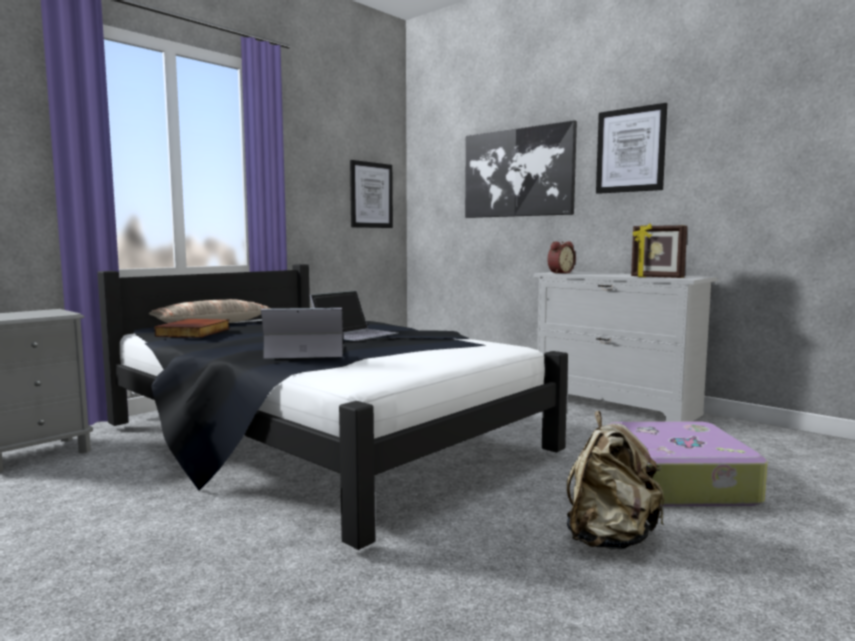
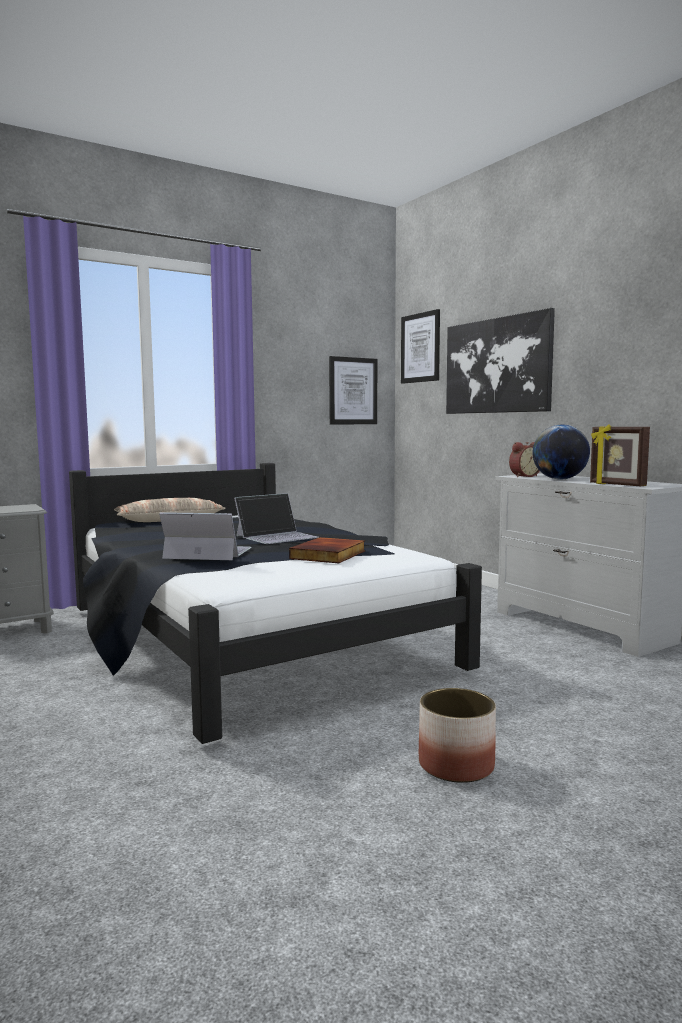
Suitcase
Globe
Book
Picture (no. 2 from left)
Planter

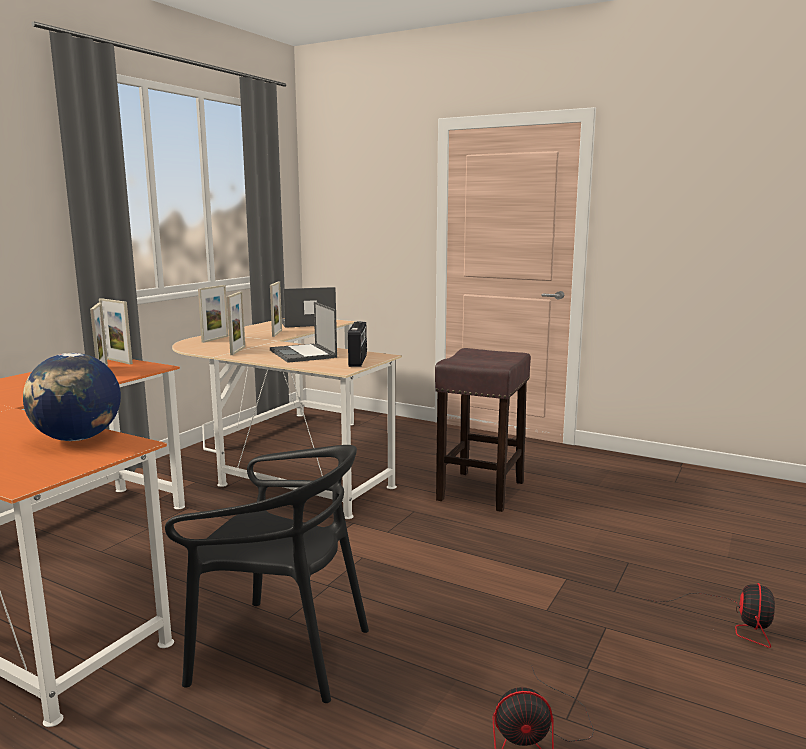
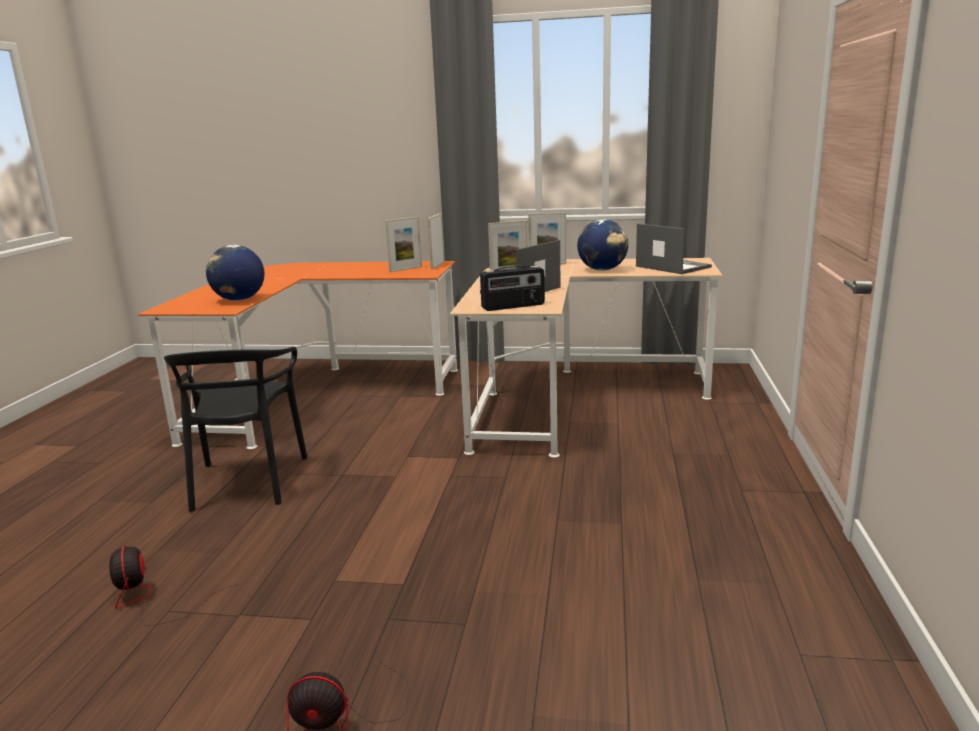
BrownStool
Globe (no. 2 from left)

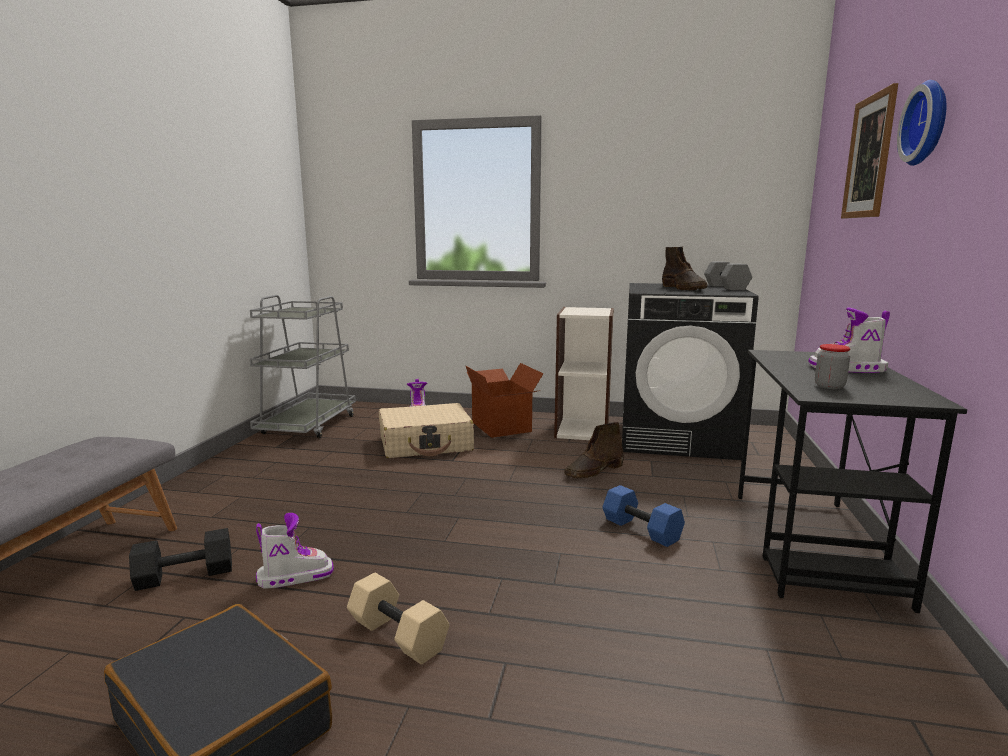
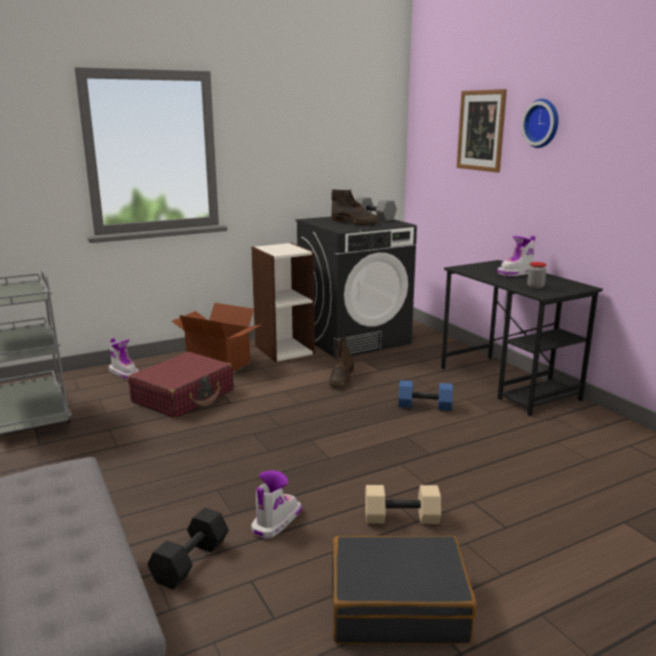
RedSuitcase

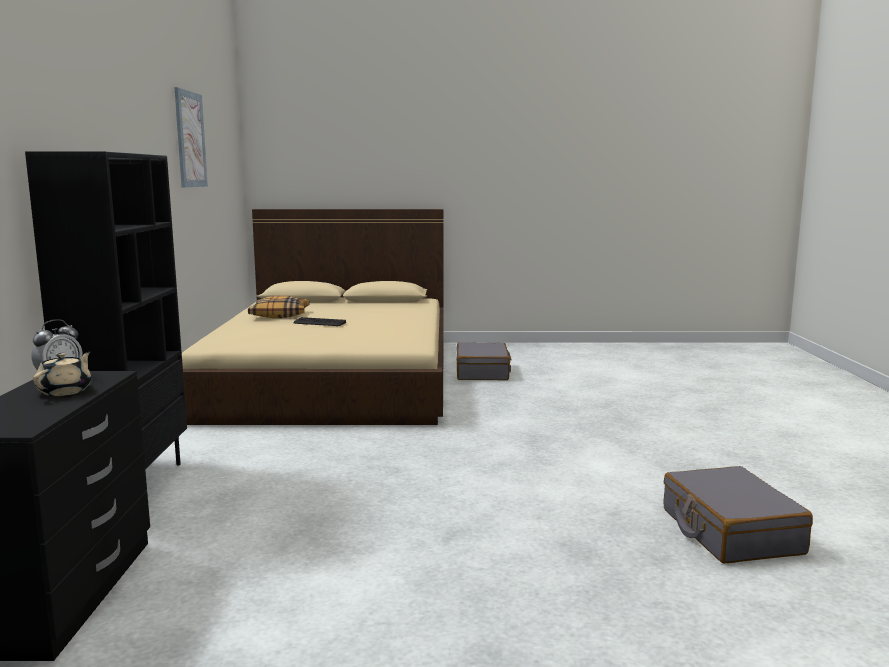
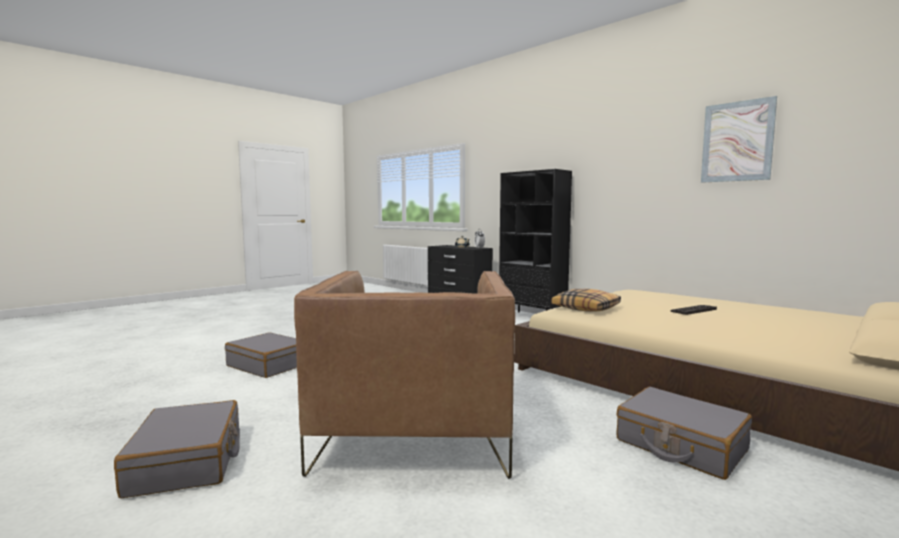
GreySuitcase (no. 1 from left)
BrownArmchair
Pillow

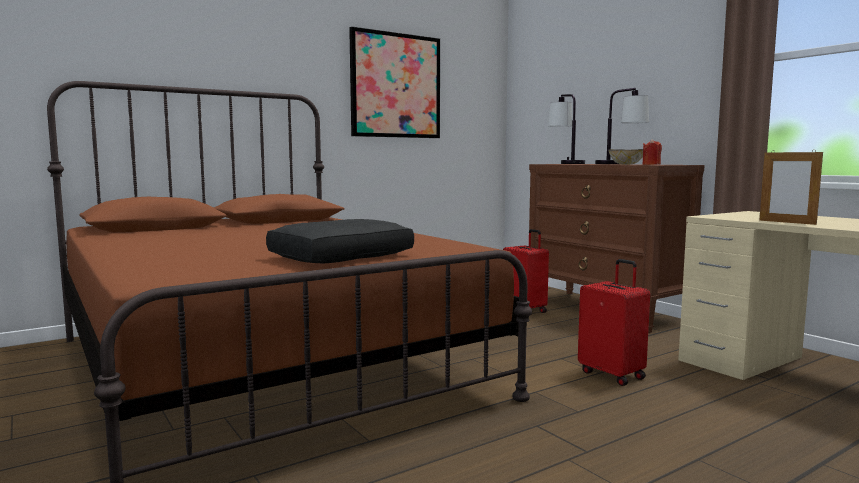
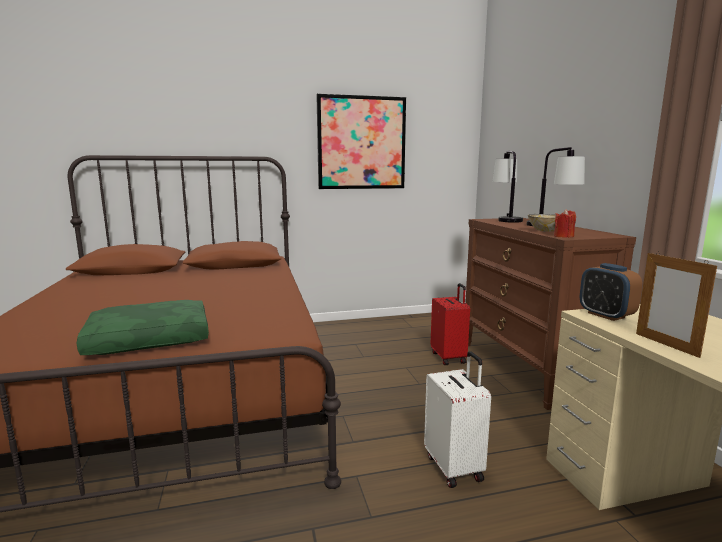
AlarmClock
GreenPillow
WhiteSuitcase

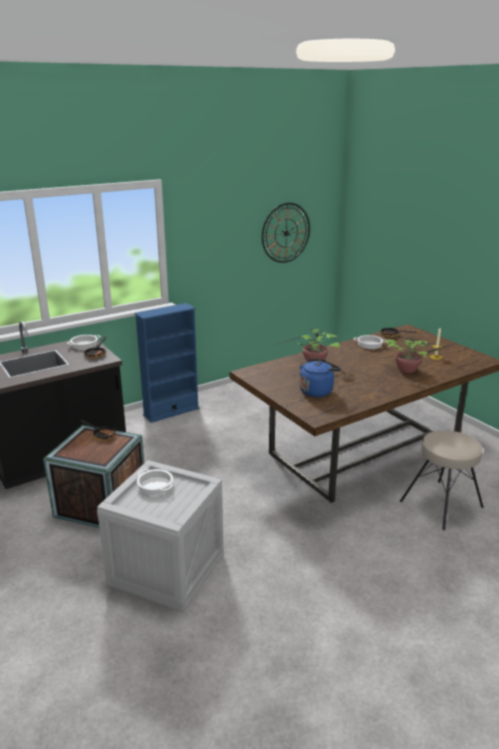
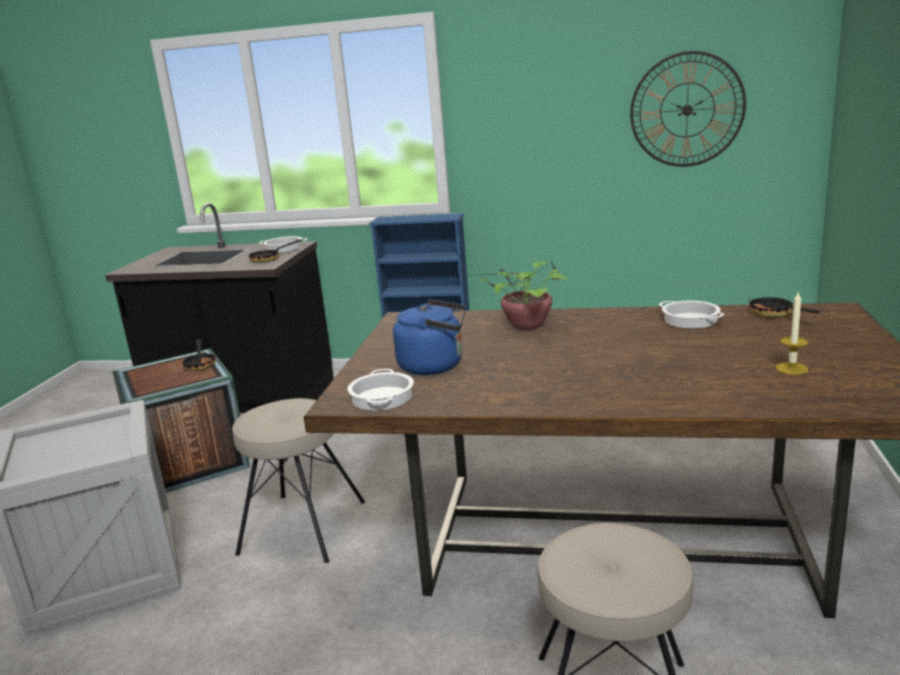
PottedPlant (no. 2 from left in the first image)
BeigeStool (no. 1 from left)
CookingPot (no. 2 from left)

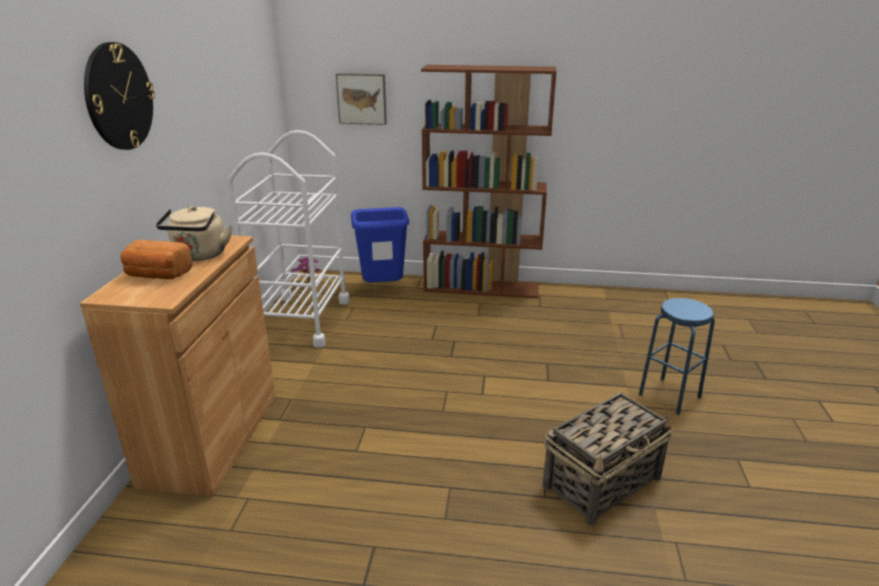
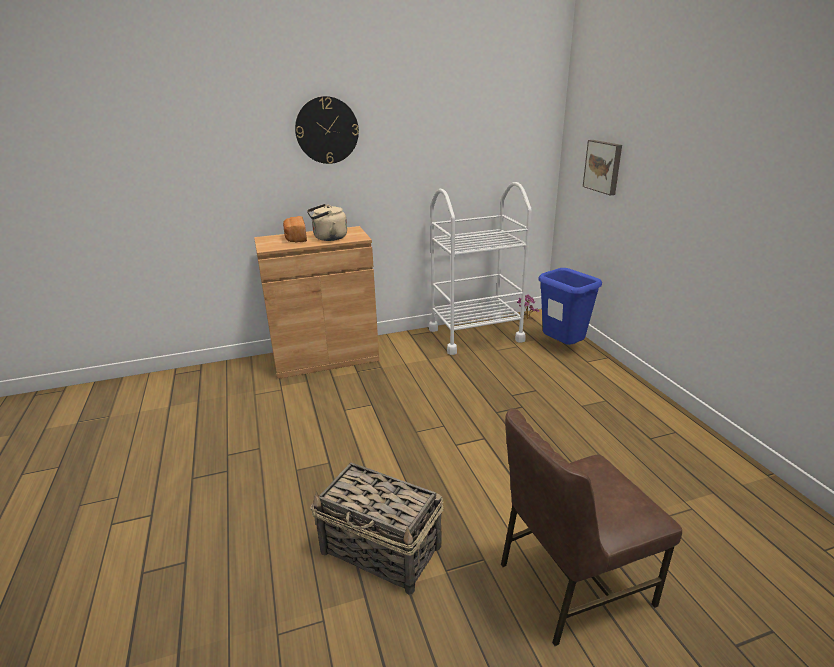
BrownBookcase
BrownChair

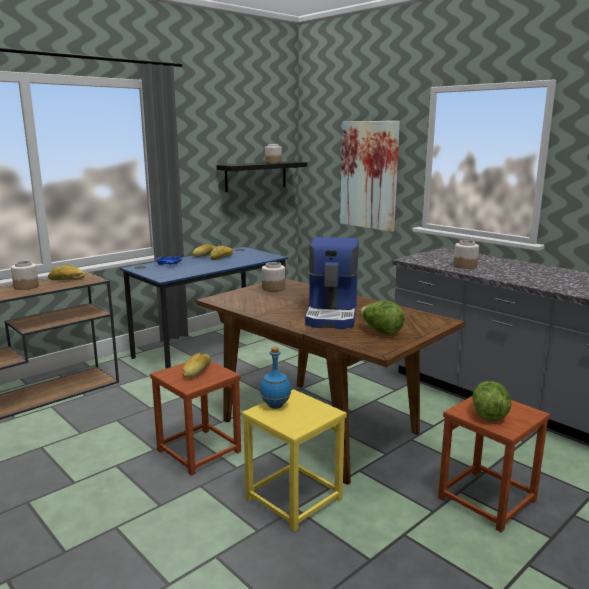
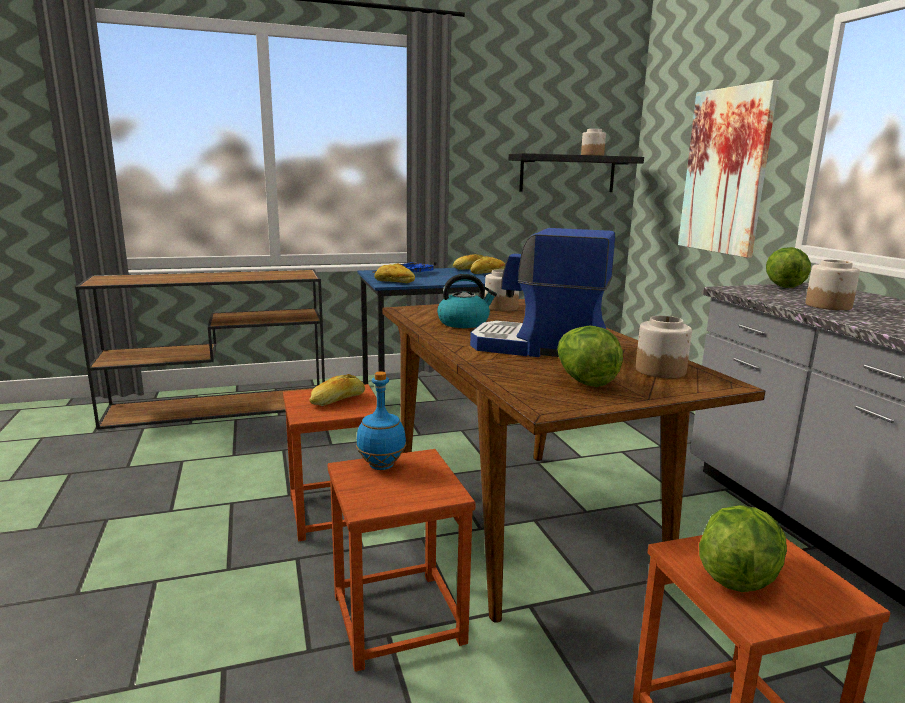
Kettle
Lettuce (no. 3 from left)
Jar (no. 3 from left)
Bread (no. 2 from left)
BrownStool (no. 2 from left)
CoffeeMachine

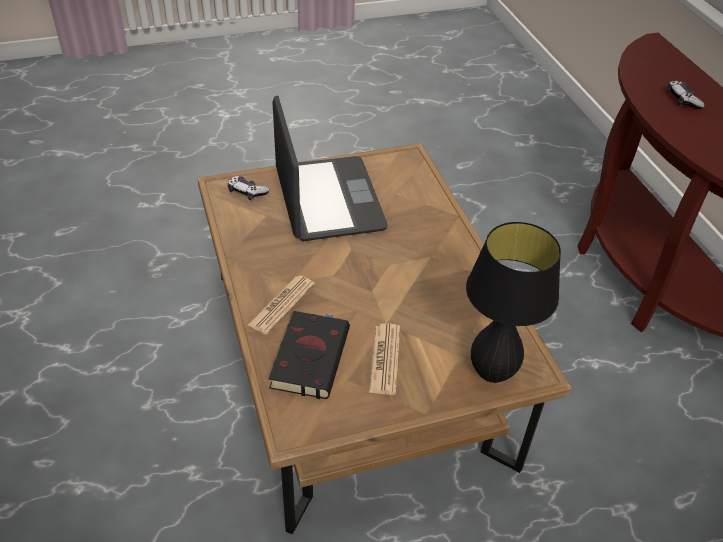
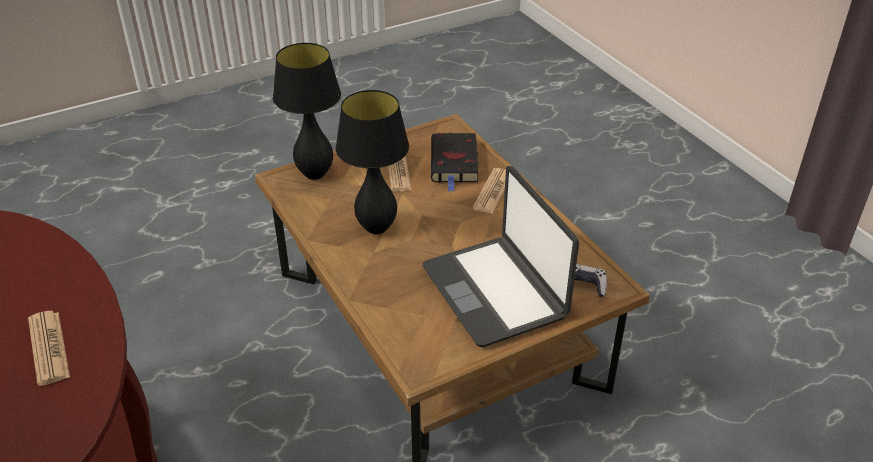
BlackTableLamp (no. 2 from left)
Newspaper (no. 1 from left)

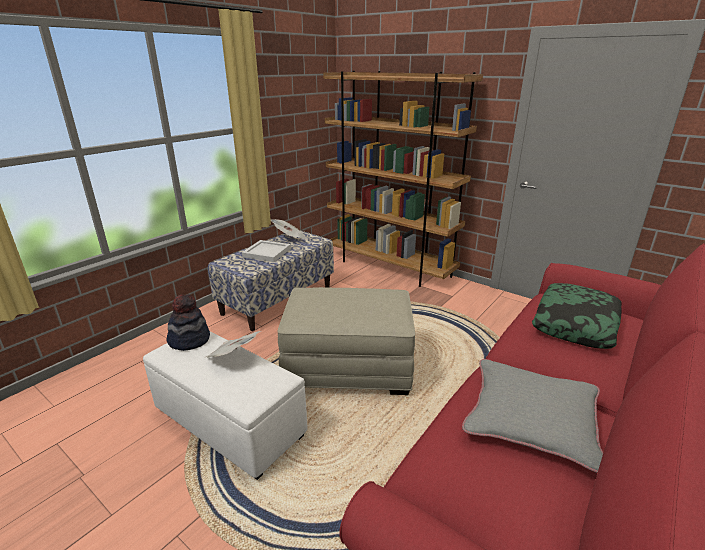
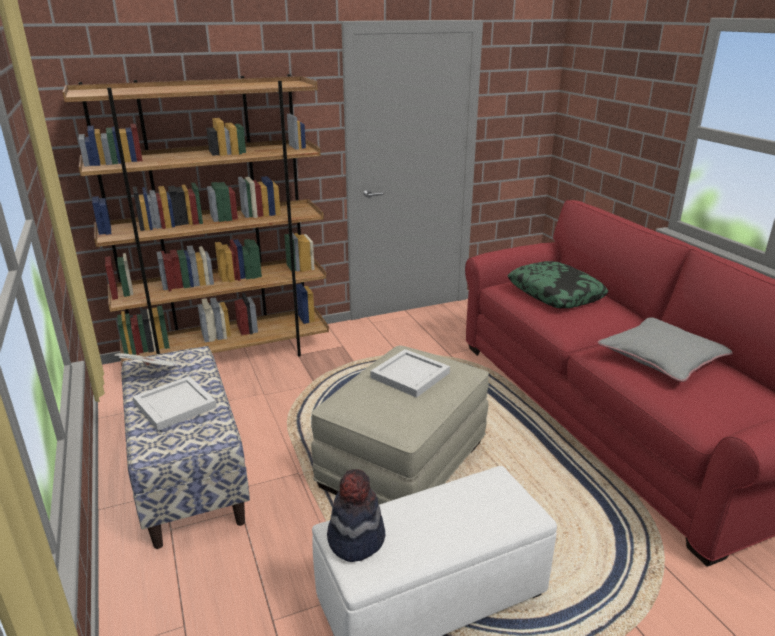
Newspaper (no. 1 from left in the first image)
WhiteTray (no. 2 from left)

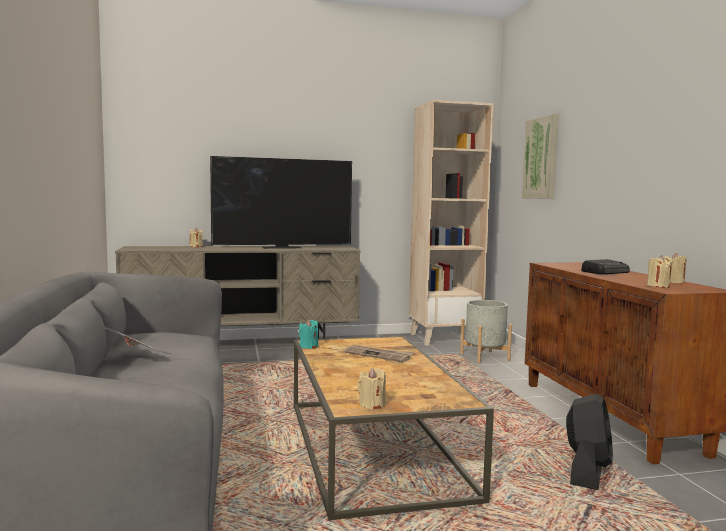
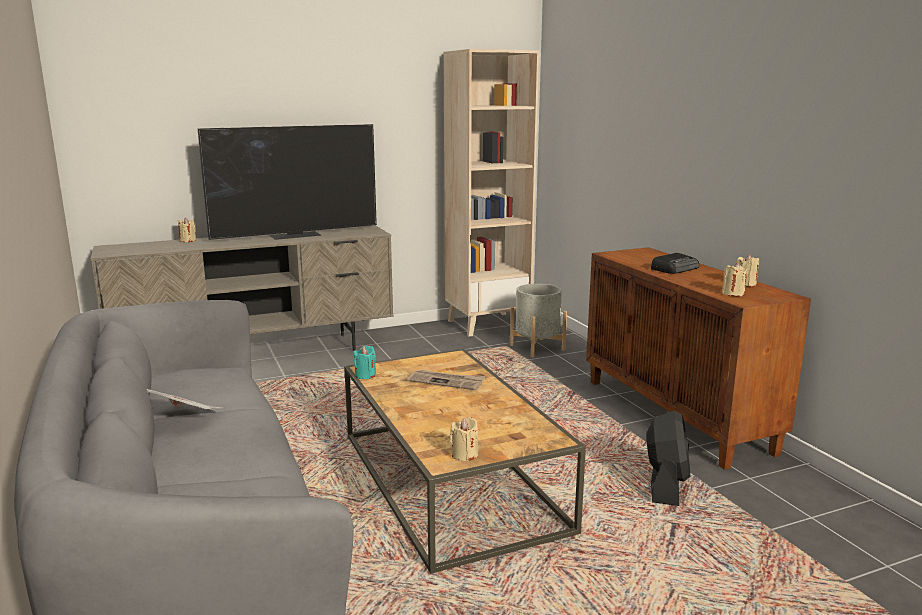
Picture

